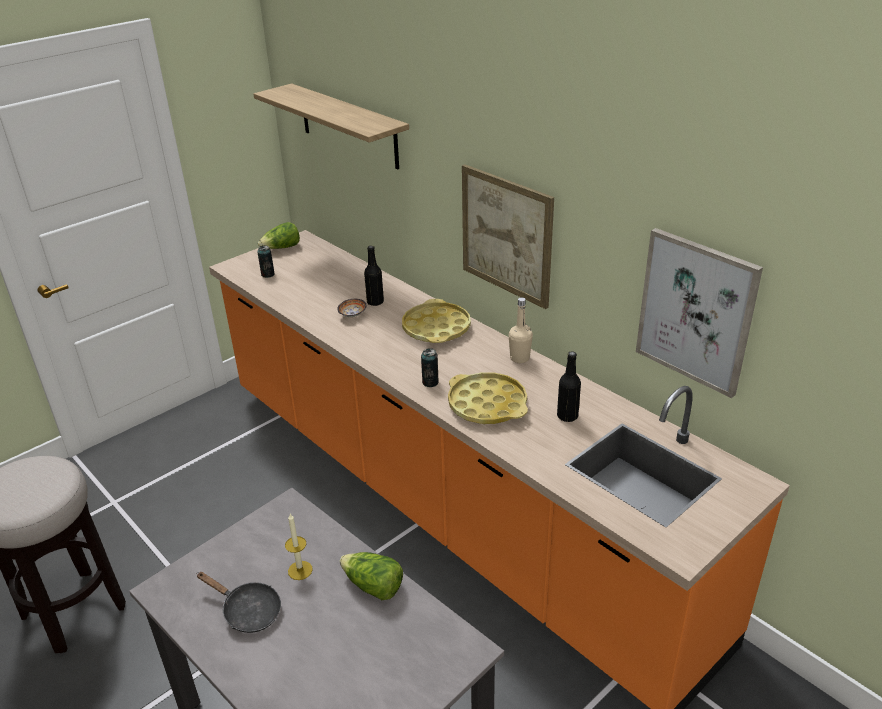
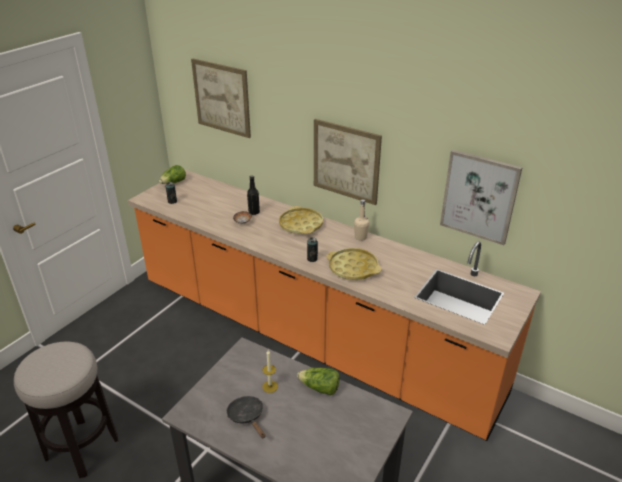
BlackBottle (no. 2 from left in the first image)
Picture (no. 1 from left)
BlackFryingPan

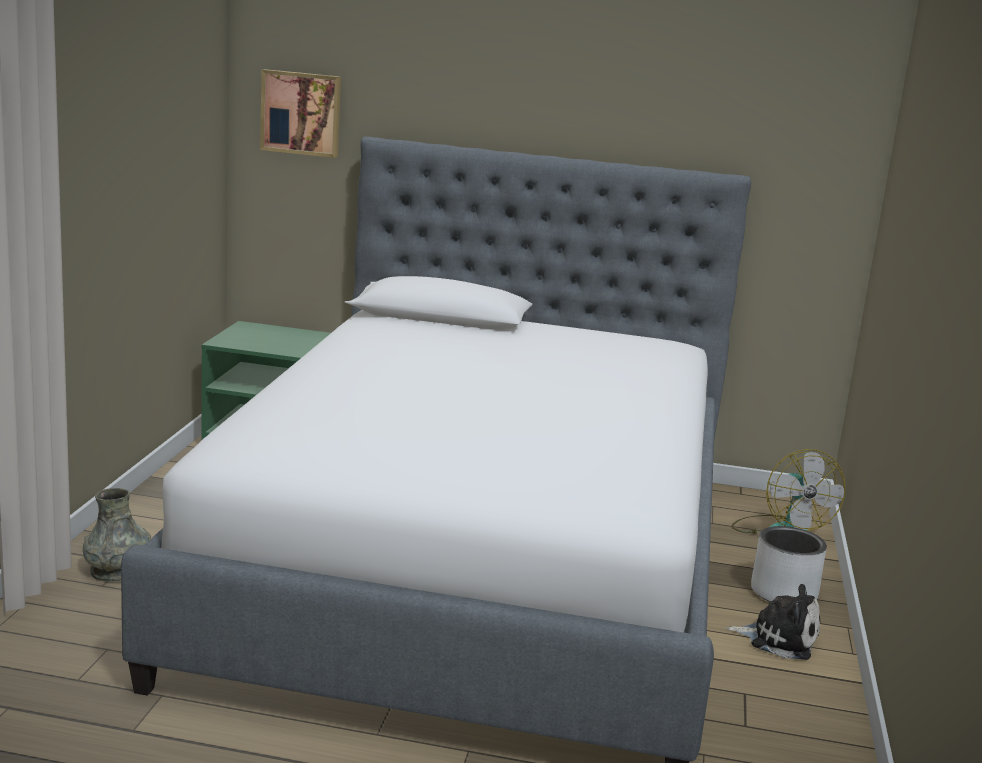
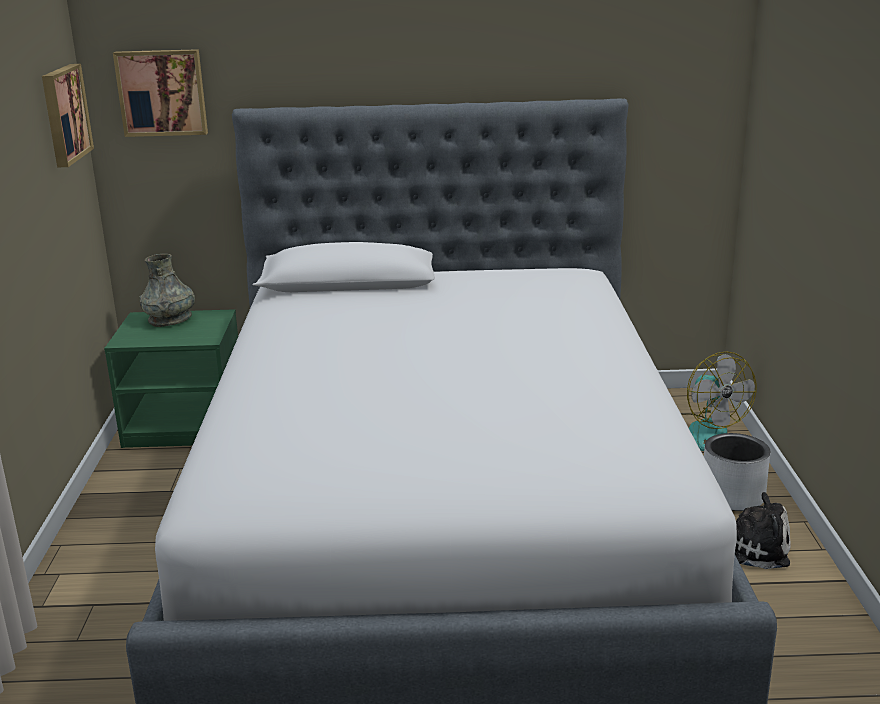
Picture (no. 1 from left)
GreyVase

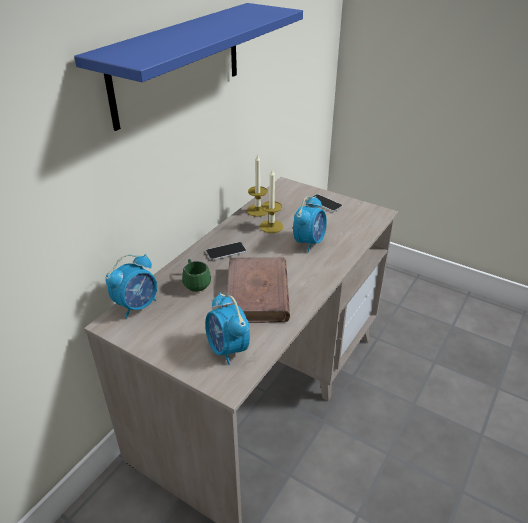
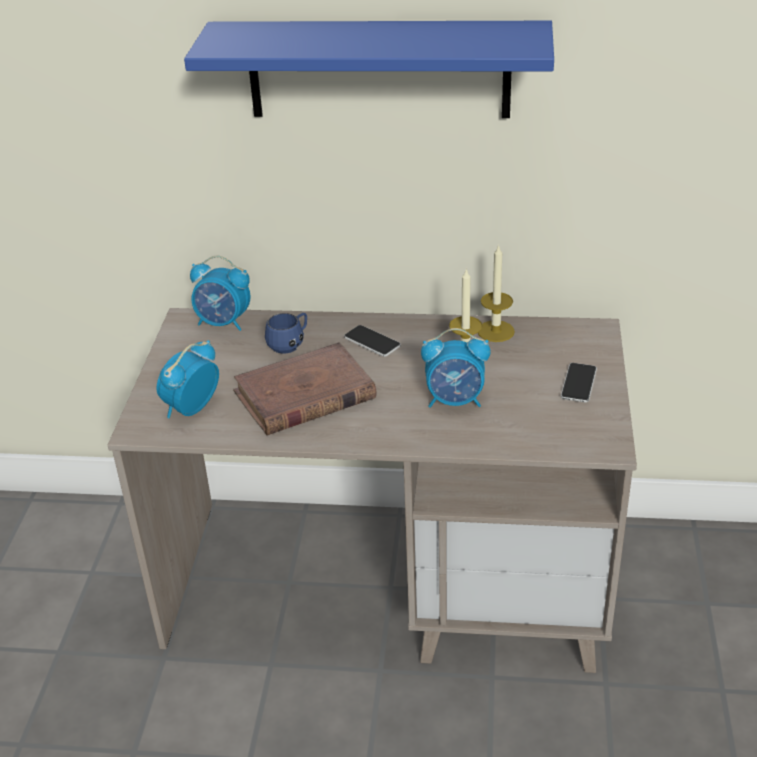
BlueMug

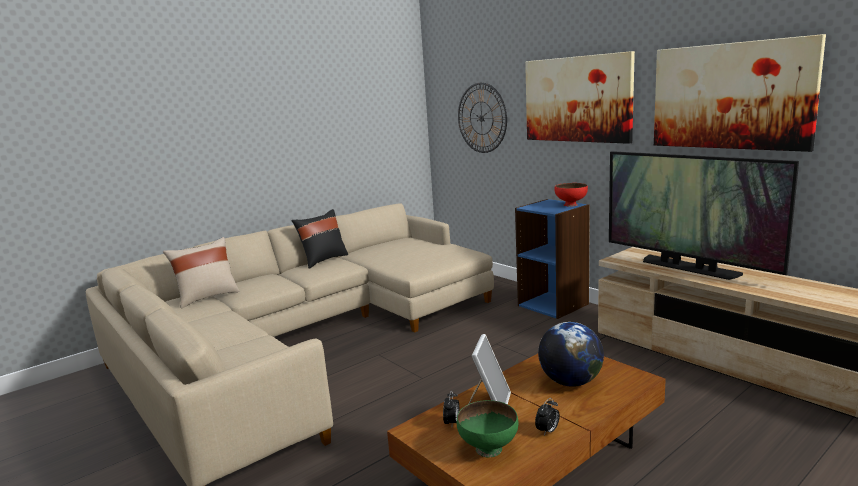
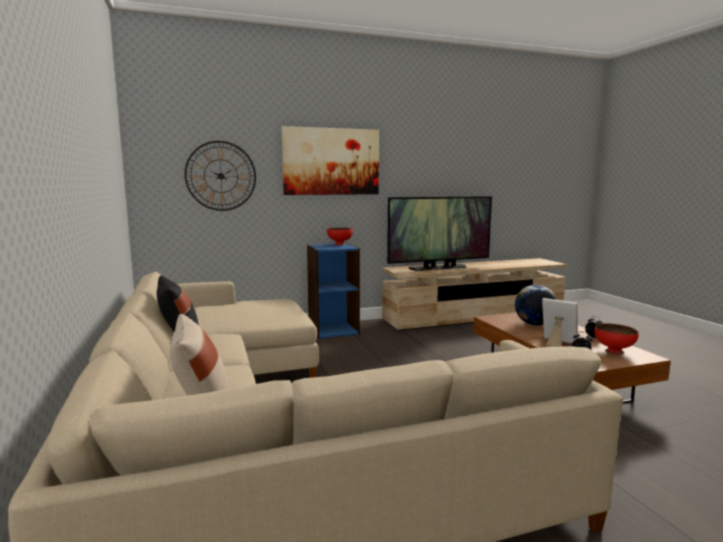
Picture (no. 2 from left in the first image)
RedBowl (no. 2 from left)

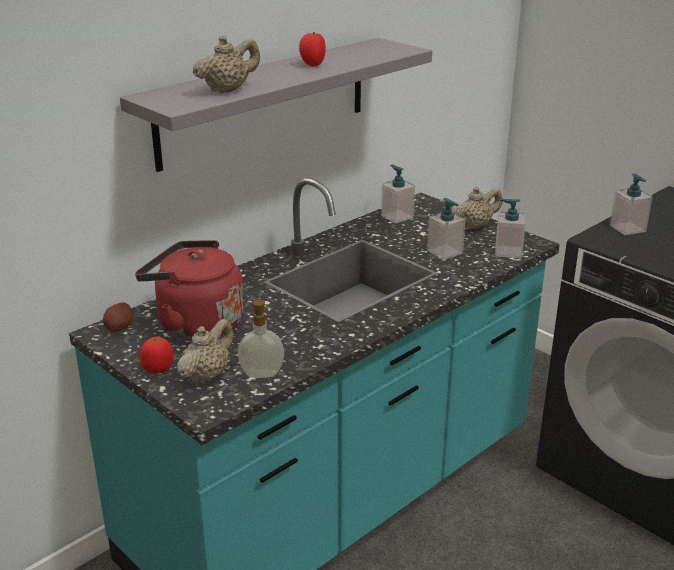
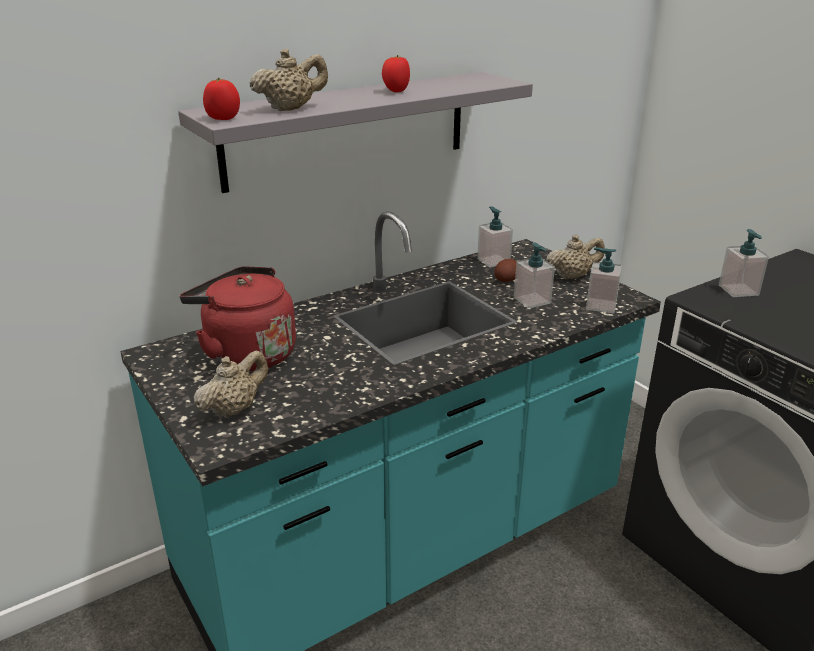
SoapDispenser (no. 1 from left in the first image)
Potato
Tomato (no. 1 from left)

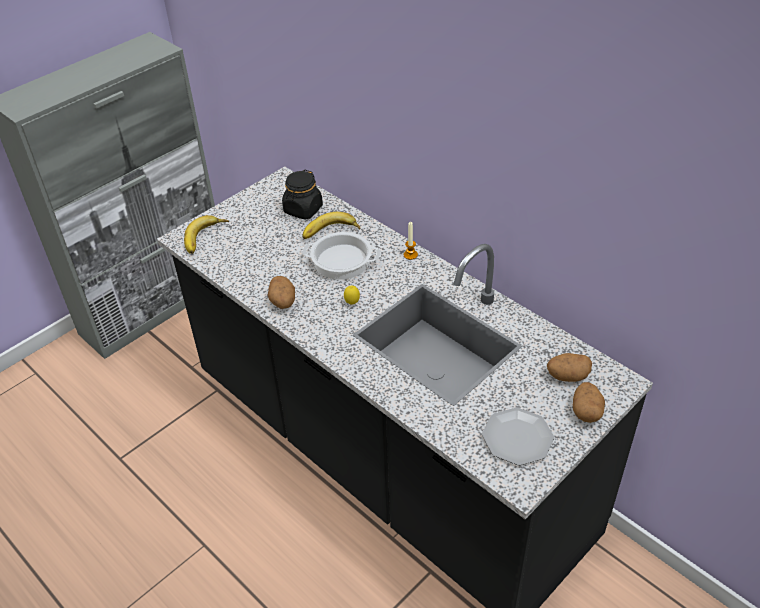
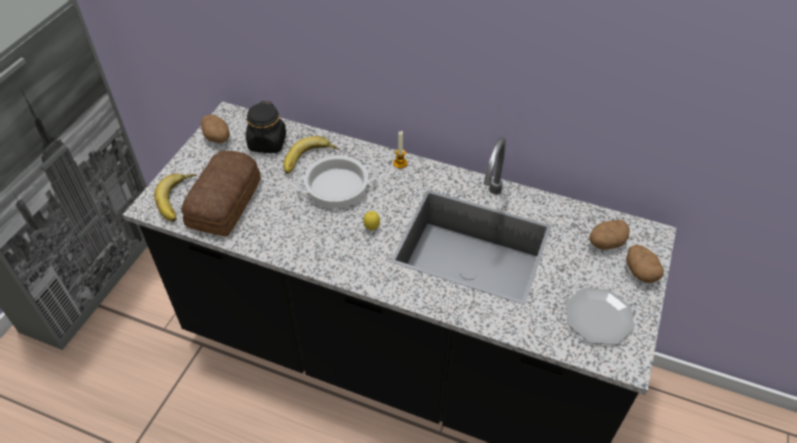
Bread
Potato (no. 1 from left)

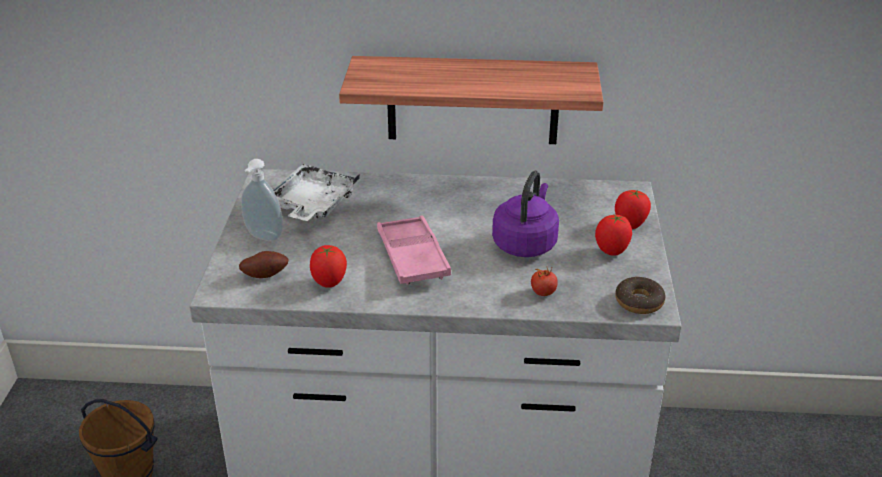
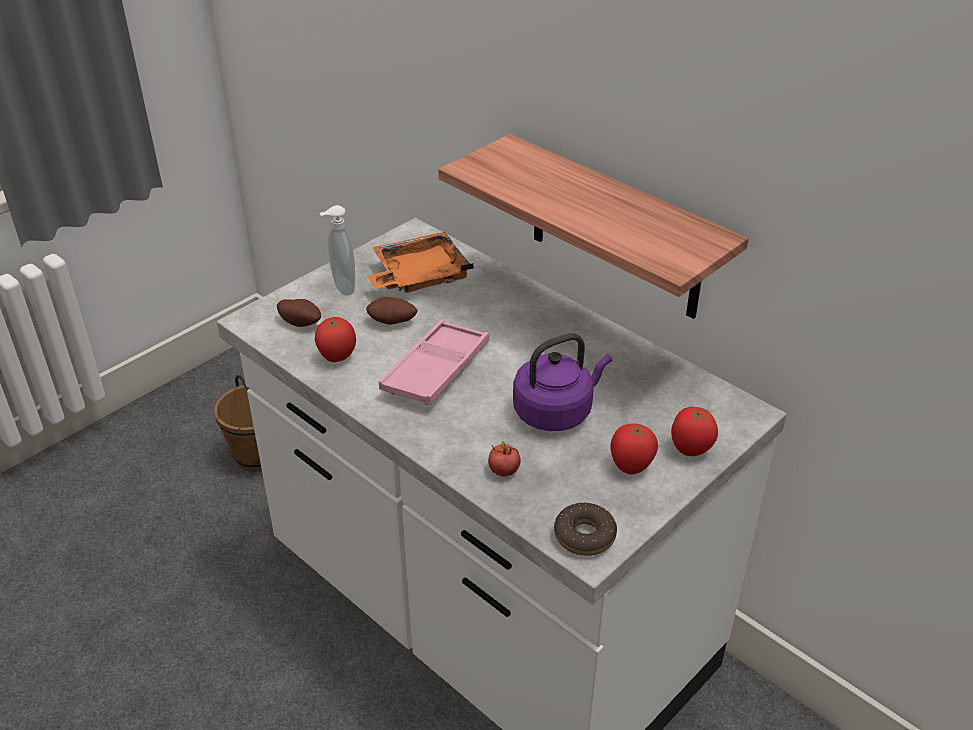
Potato (no. 2 from left)
OrangeTray

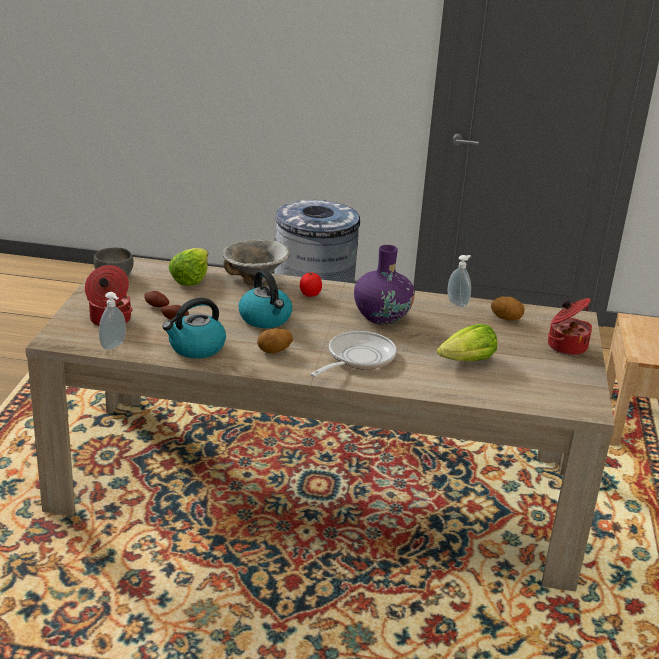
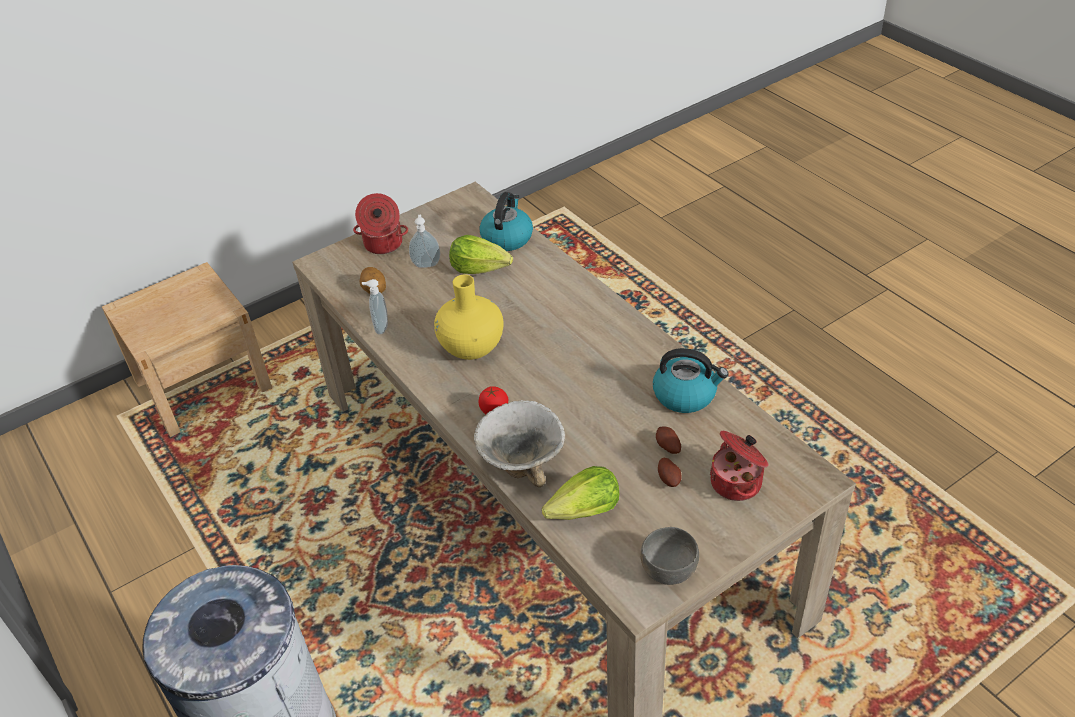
Potato (no. 3 from left in the first image)
FryingPan
SoapDispenser (no. 2 from left)
Kettle (no. 1 from left)
YellowVase

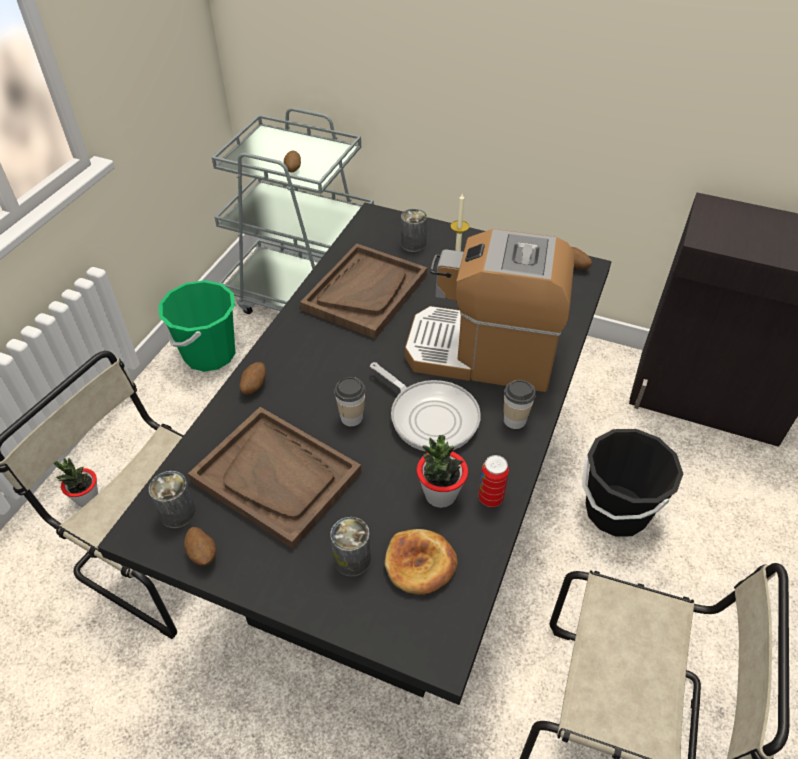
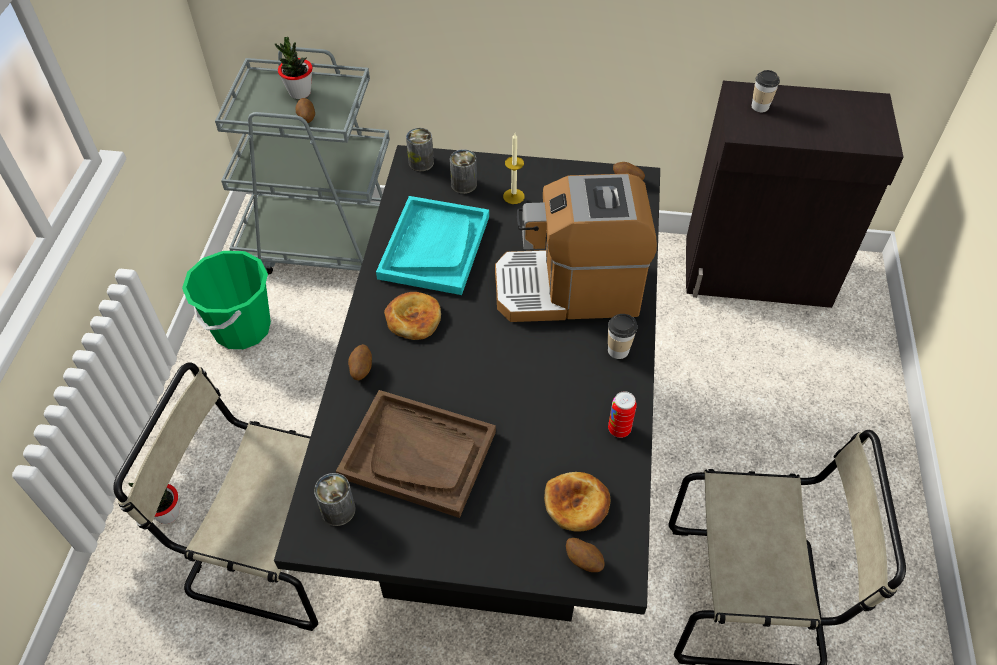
FryingPan
BlackBucket
Bread (no. 1 from left)
Potato (no. 3 from left)
Can (no. 2 from left)
Cup (no. 2 from left)
PottedPlant (no. 2 from left)
TurquoiseTray

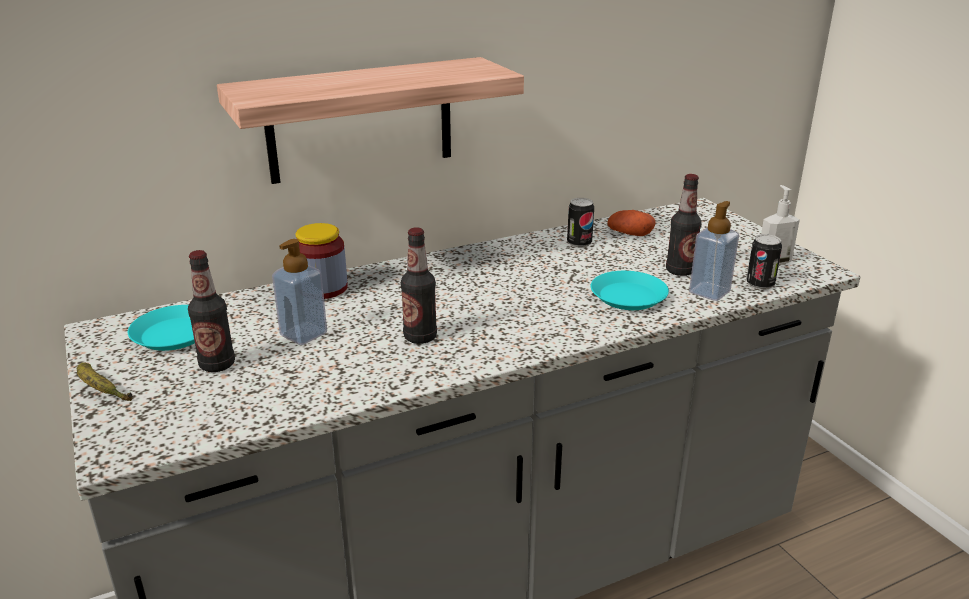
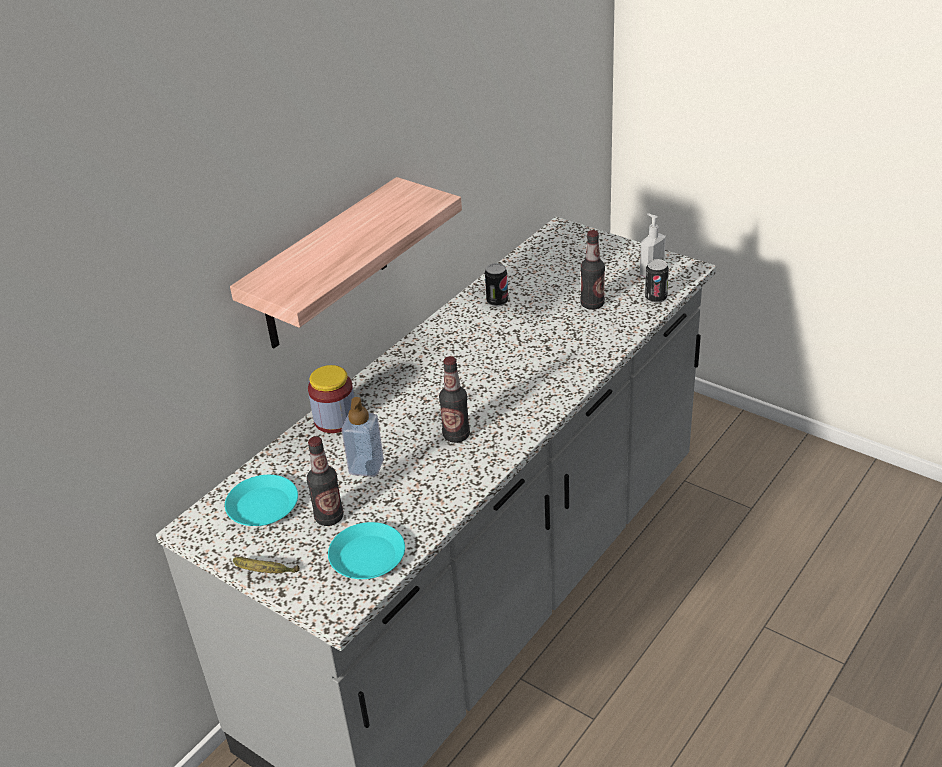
Potato
SoapDispenser (no. 2 from left in the first image)
TurquoisePlate (no. 2 from left)

